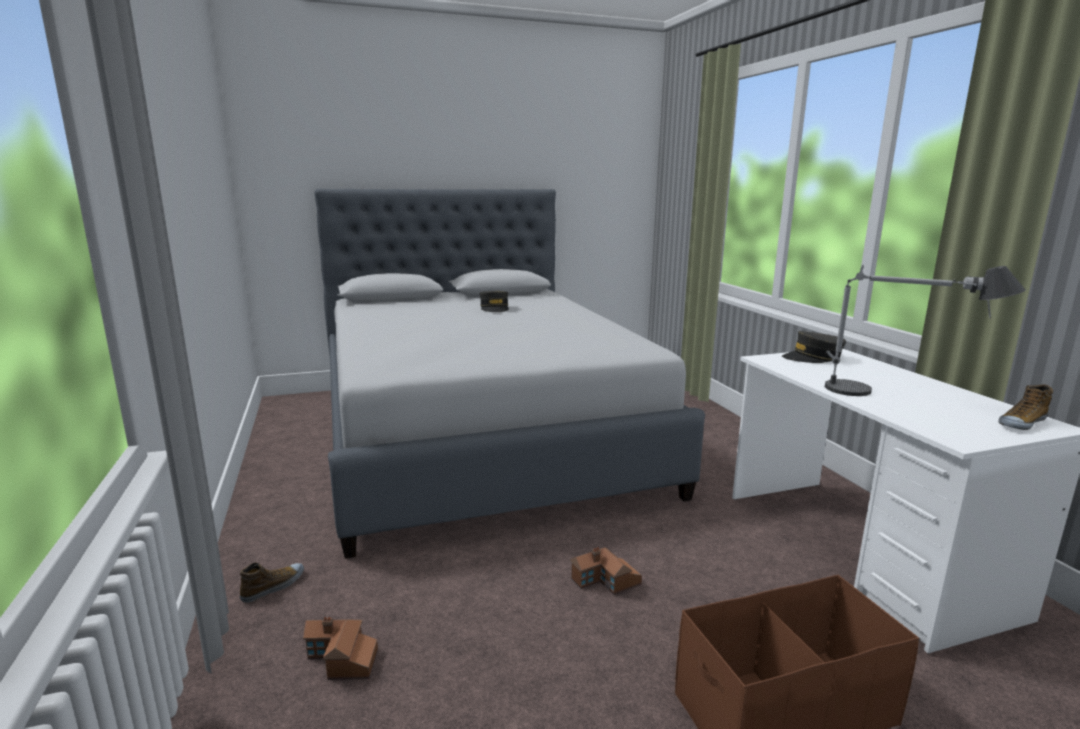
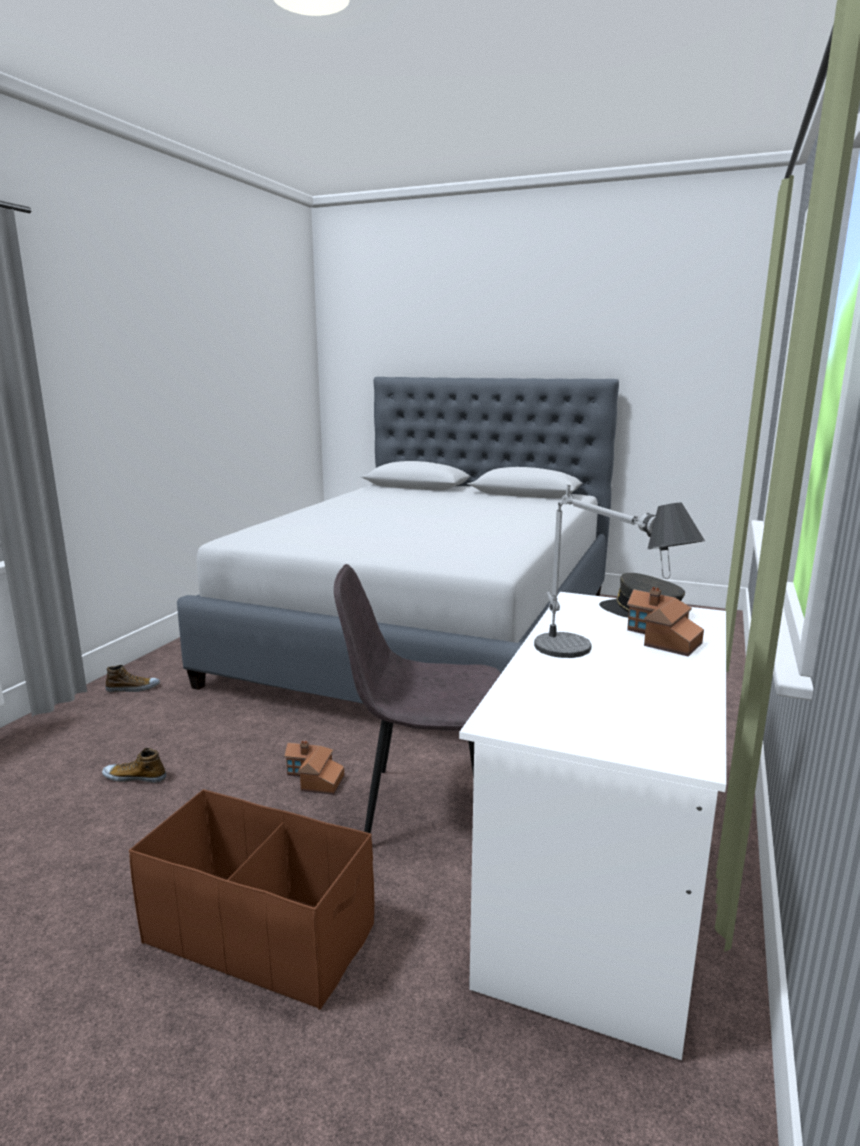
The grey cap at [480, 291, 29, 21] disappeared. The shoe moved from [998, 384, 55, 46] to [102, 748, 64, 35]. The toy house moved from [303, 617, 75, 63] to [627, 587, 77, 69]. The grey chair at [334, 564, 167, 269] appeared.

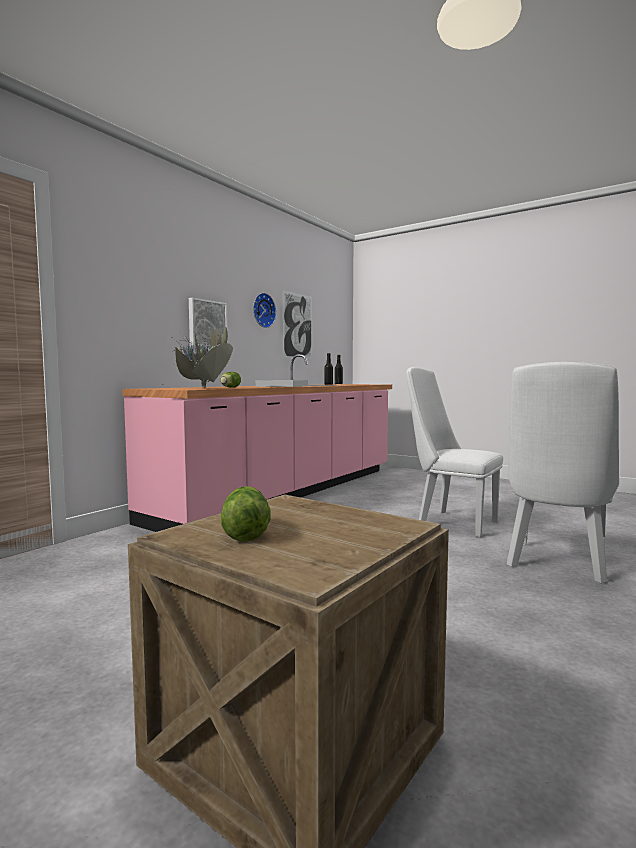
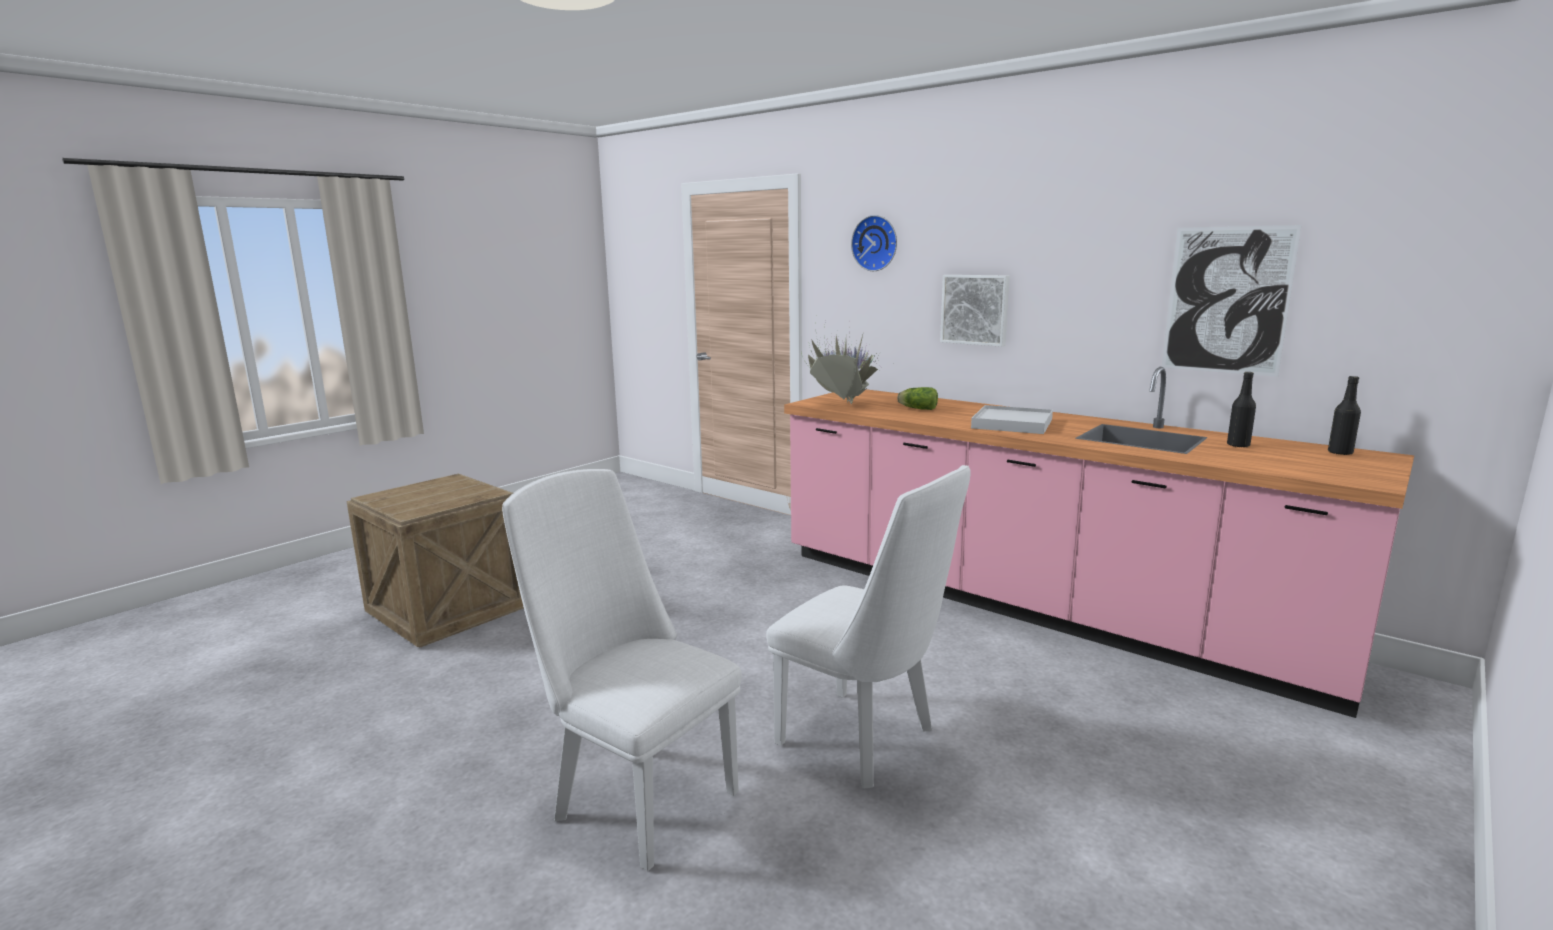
The wall clock moved from [253, 293, 23, 35] to [851, 215, 46, 56]. The white chair at [406, 367, 97, 170] turned 90 degrees clockwise. The lettuce at [221, 486, 50, 56] disappeared.

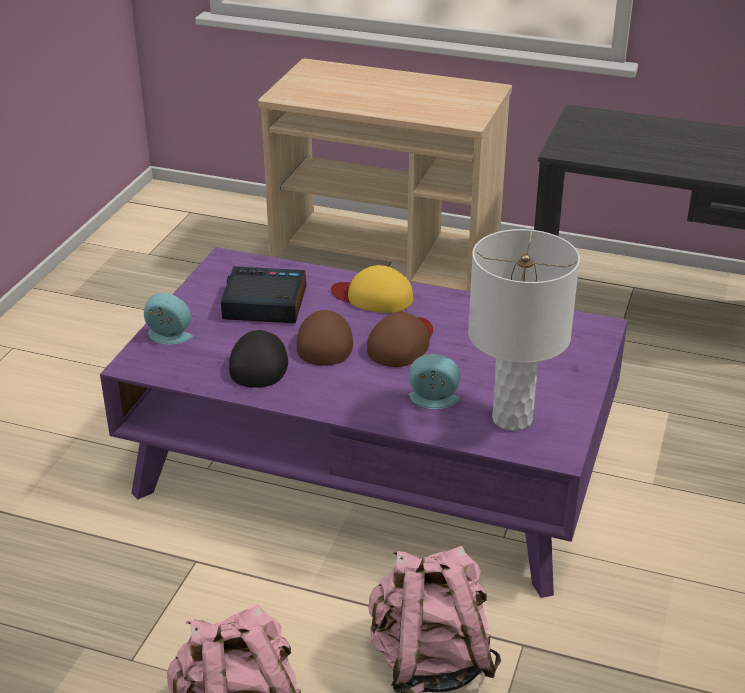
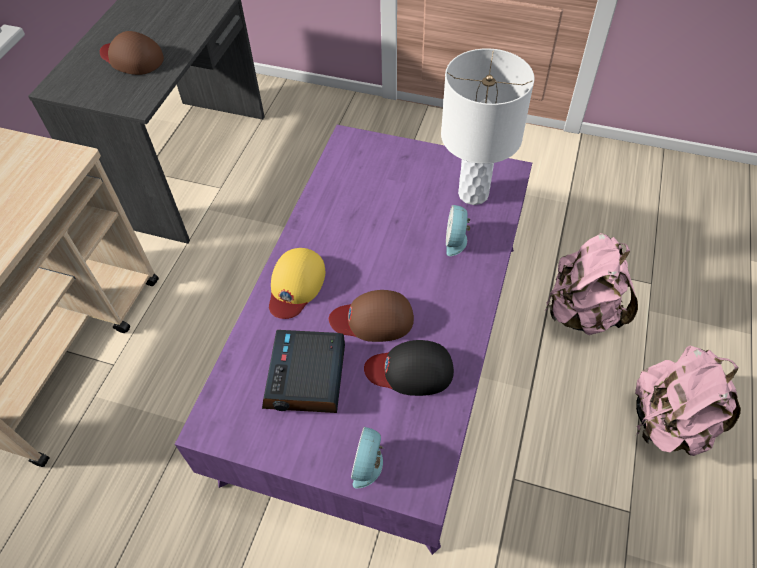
The brown cap moved from [367, 312, 66, 55] to [100, 31, 64, 44].

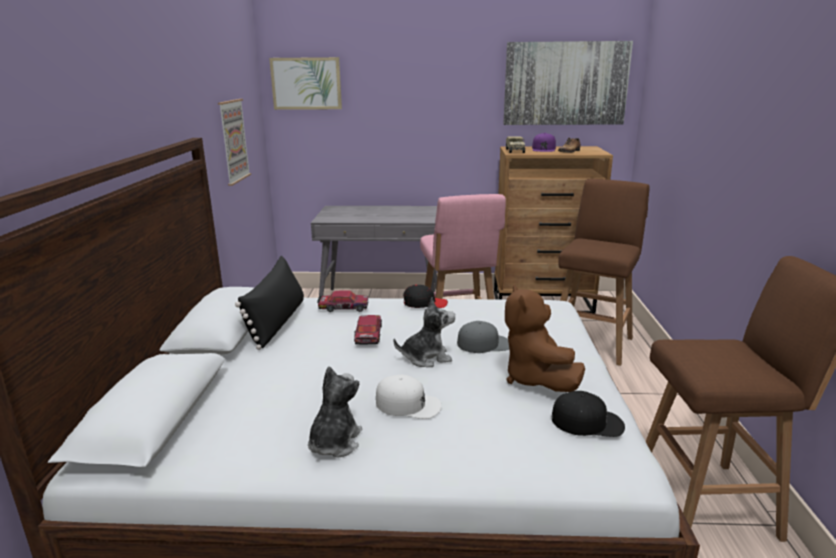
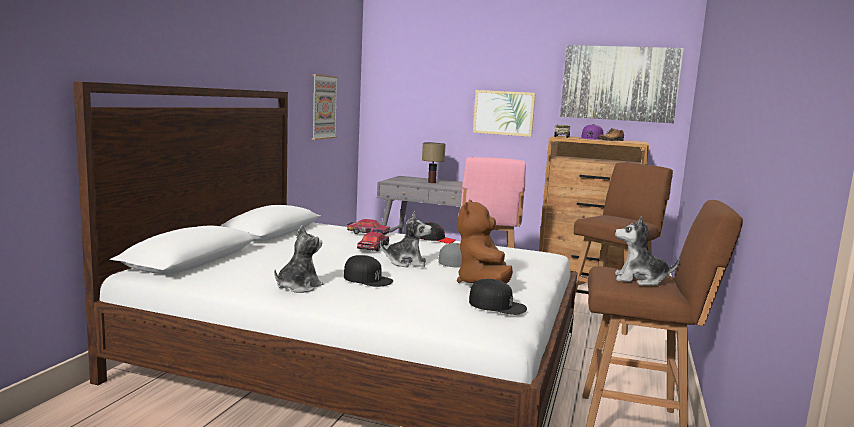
The picture moved from [269, 57, 73, 53] to [473, 90, 63, 47]. The black pillow at [235, 256, 69, 94] disappeared. The white cap at [376, 375, 66, 44] became the black cap at [344, 255, 49, 32]. The table lamp at [422, 142, 24, 41] appeared. The plush toy at [615, 216, 65, 70] appeared.

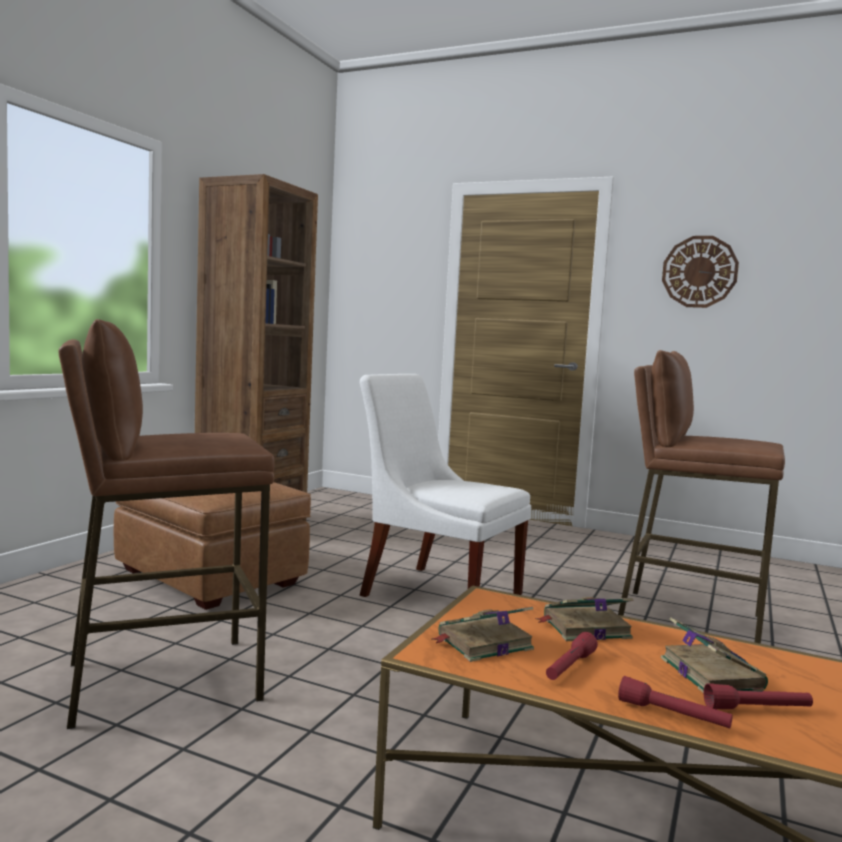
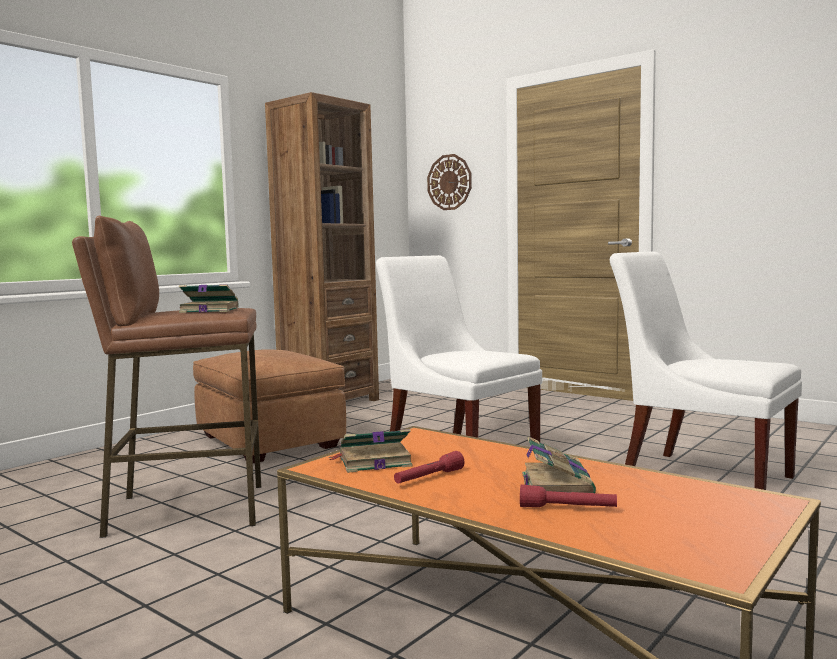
The wall clock moved from [662, 236, 77, 72] to [427, 154, 45, 56]. The brown stool at [618, 350, 167, 294] was replaced by the white chair at [610, 251, 192, 239]. The book moved from [535, 597, 98, 44] to [179, 284, 59, 29]. The red flashlight at [618, 676, 115, 52] disappeared.

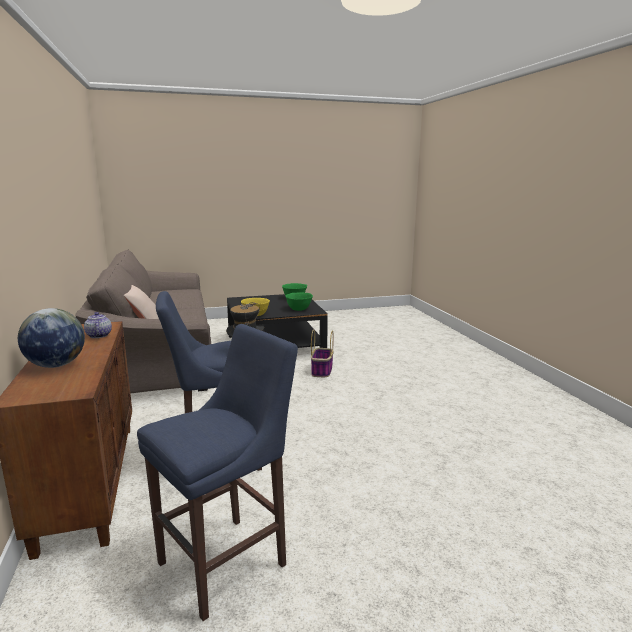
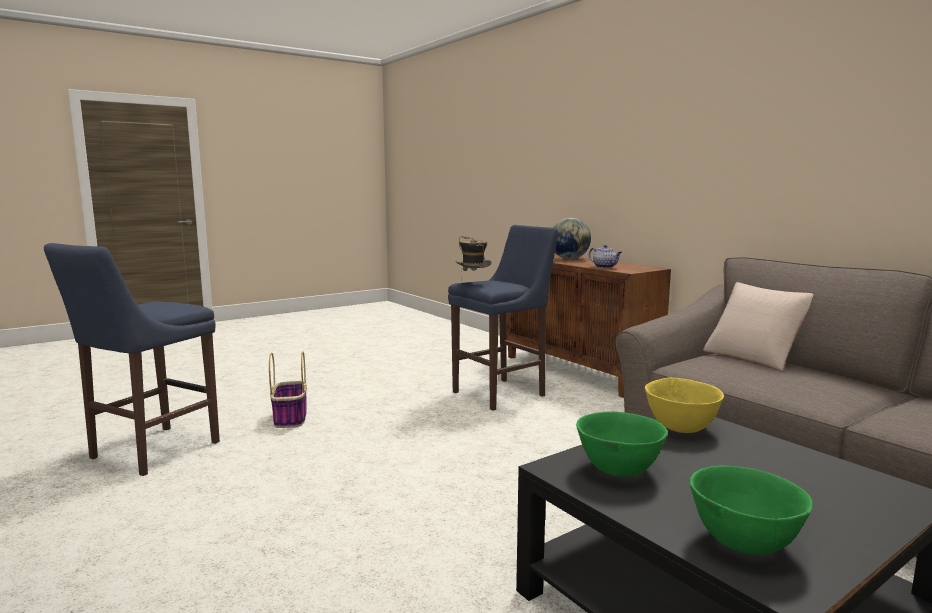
The blue stool moved from [137, 324, 161, 297] to [44, 243, 176, 233]. The basket moved from [311, 329, 23, 48] to [269, 351, 38, 77].

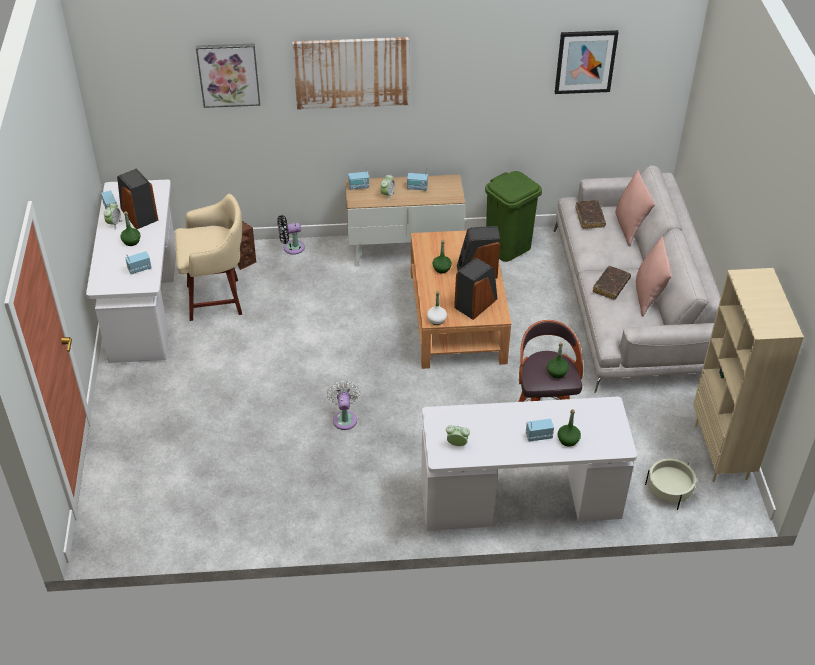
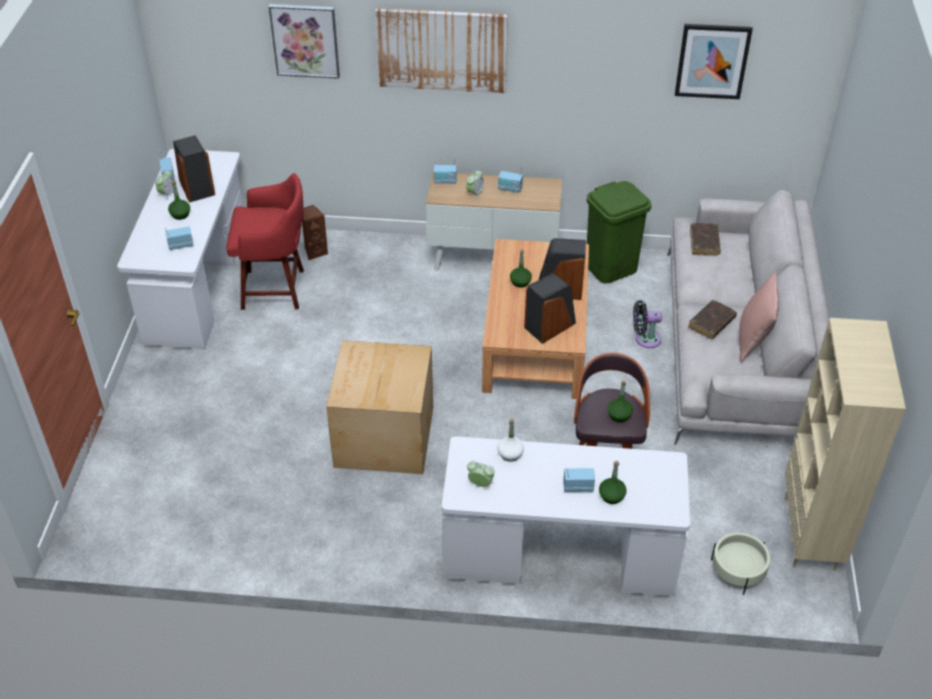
The pink pillow at [615, 169, 40, 77] disappeared. The beige stool at [175, 194, 67, 127] became the red stool at [226, 173, 78, 137]. The black fan moved from [277, 215, 28, 40] to [633, 300, 29, 48]. The white bottle moved from [427, 291, 20, 34] to [497, 419, 27, 43]. The white fan at [327, 381, 33, 49] was replaced by the cardboard box at [326, 340, 107, 134].

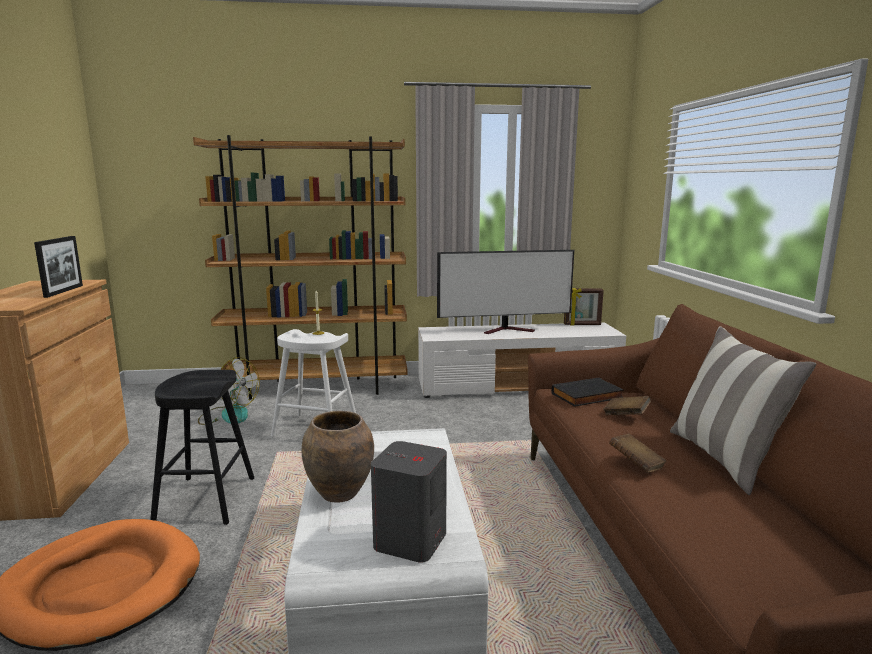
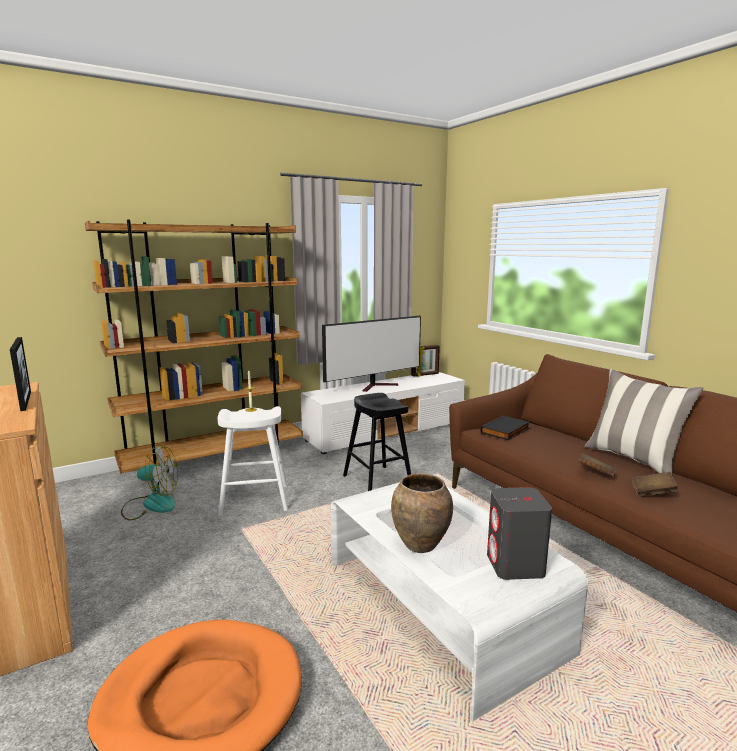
The black stool moved from [150, 370, 104, 155] to [343, 393, 68, 98]. The brown book moved from [603, 396, 48, 19] to [631, 472, 48, 25].

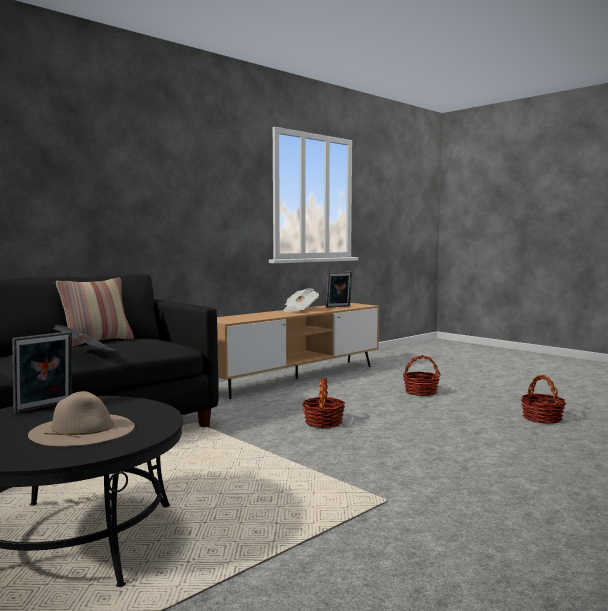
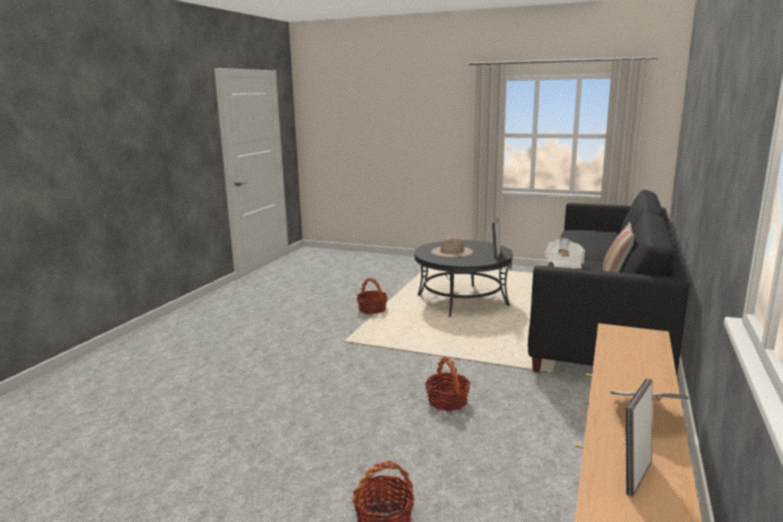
The basket moved from [521, 375, 45, 49] to [357, 278, 31, 36].

